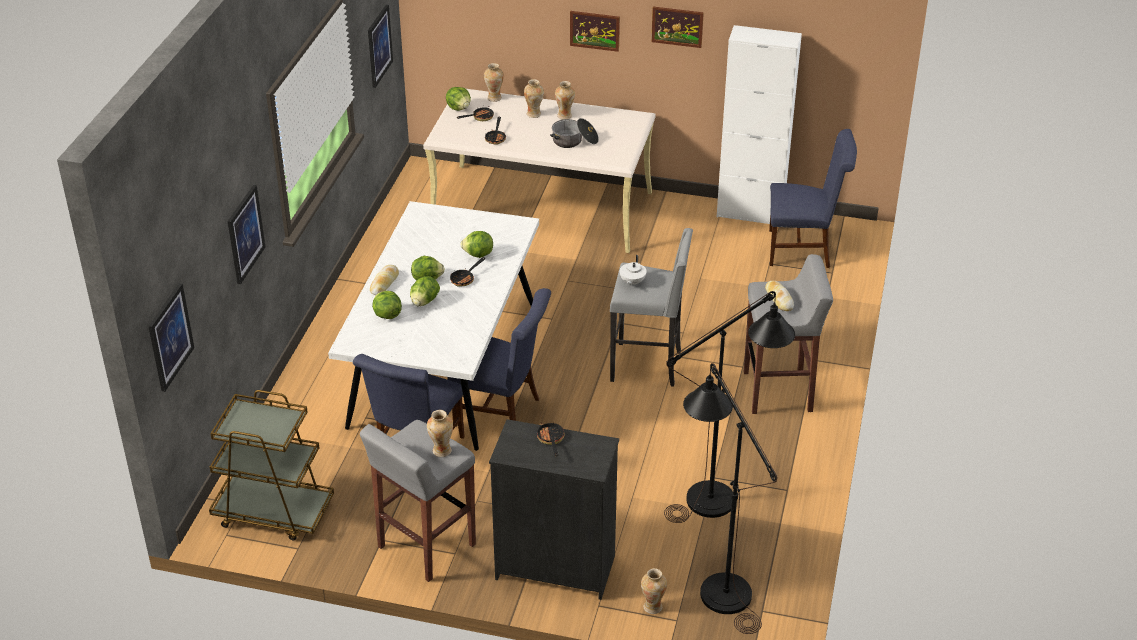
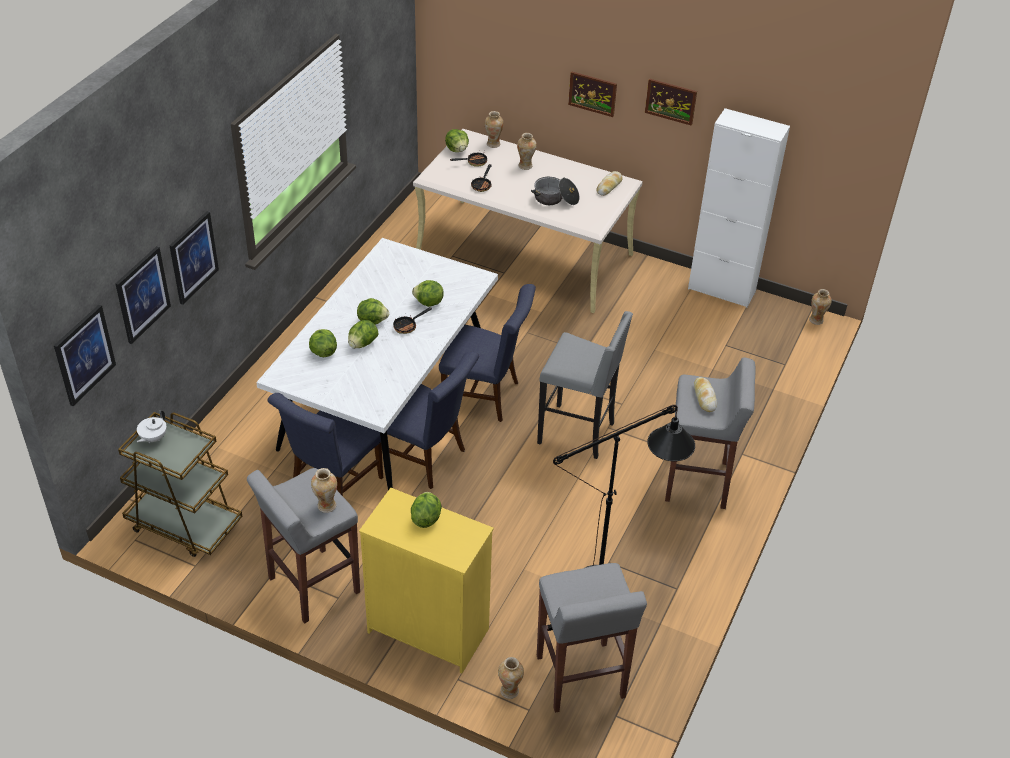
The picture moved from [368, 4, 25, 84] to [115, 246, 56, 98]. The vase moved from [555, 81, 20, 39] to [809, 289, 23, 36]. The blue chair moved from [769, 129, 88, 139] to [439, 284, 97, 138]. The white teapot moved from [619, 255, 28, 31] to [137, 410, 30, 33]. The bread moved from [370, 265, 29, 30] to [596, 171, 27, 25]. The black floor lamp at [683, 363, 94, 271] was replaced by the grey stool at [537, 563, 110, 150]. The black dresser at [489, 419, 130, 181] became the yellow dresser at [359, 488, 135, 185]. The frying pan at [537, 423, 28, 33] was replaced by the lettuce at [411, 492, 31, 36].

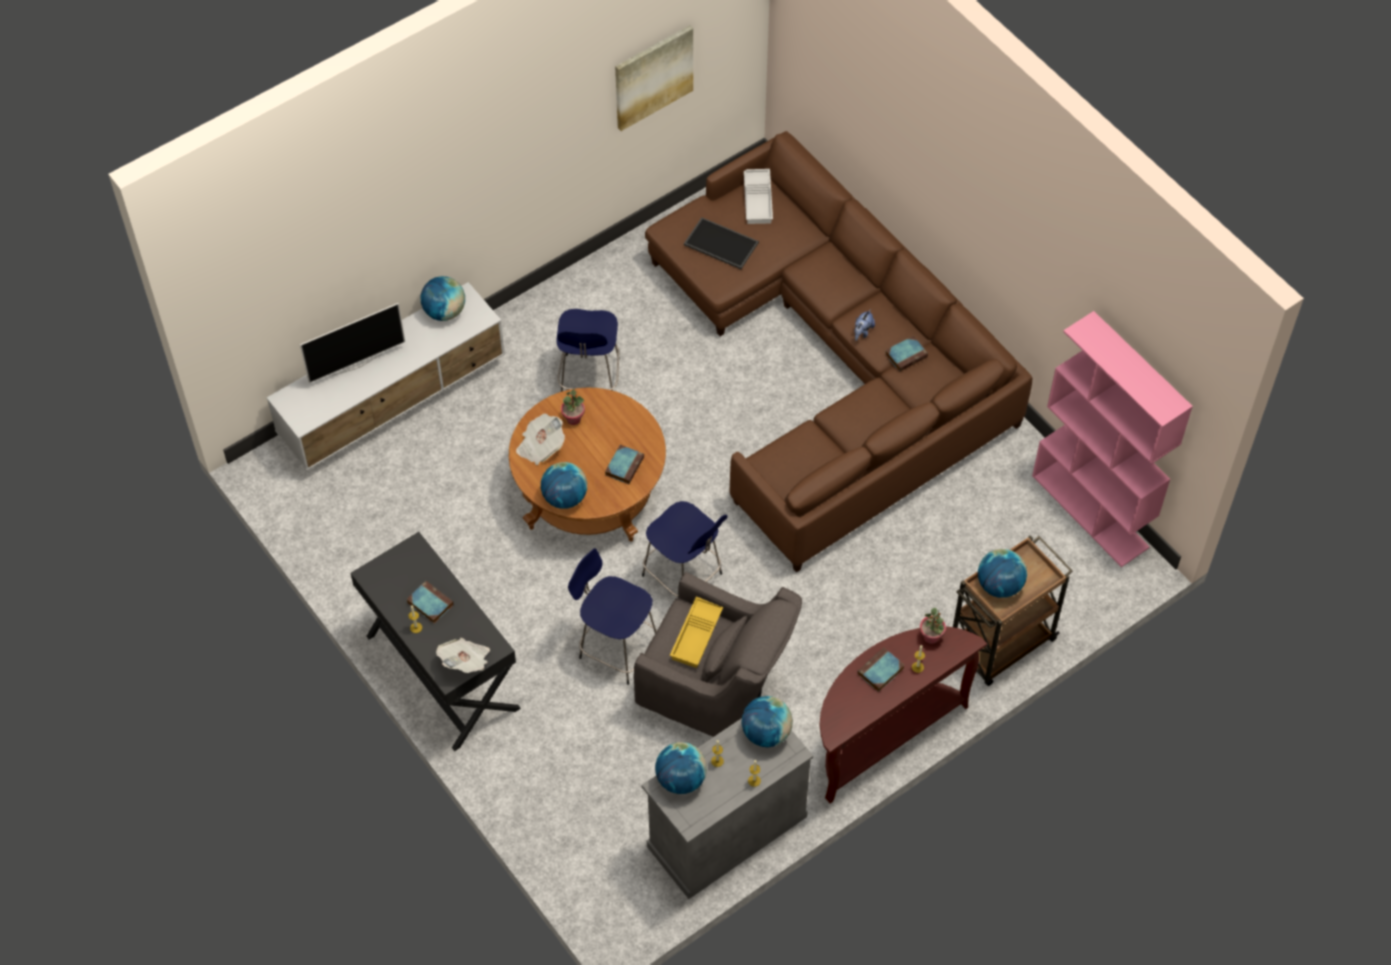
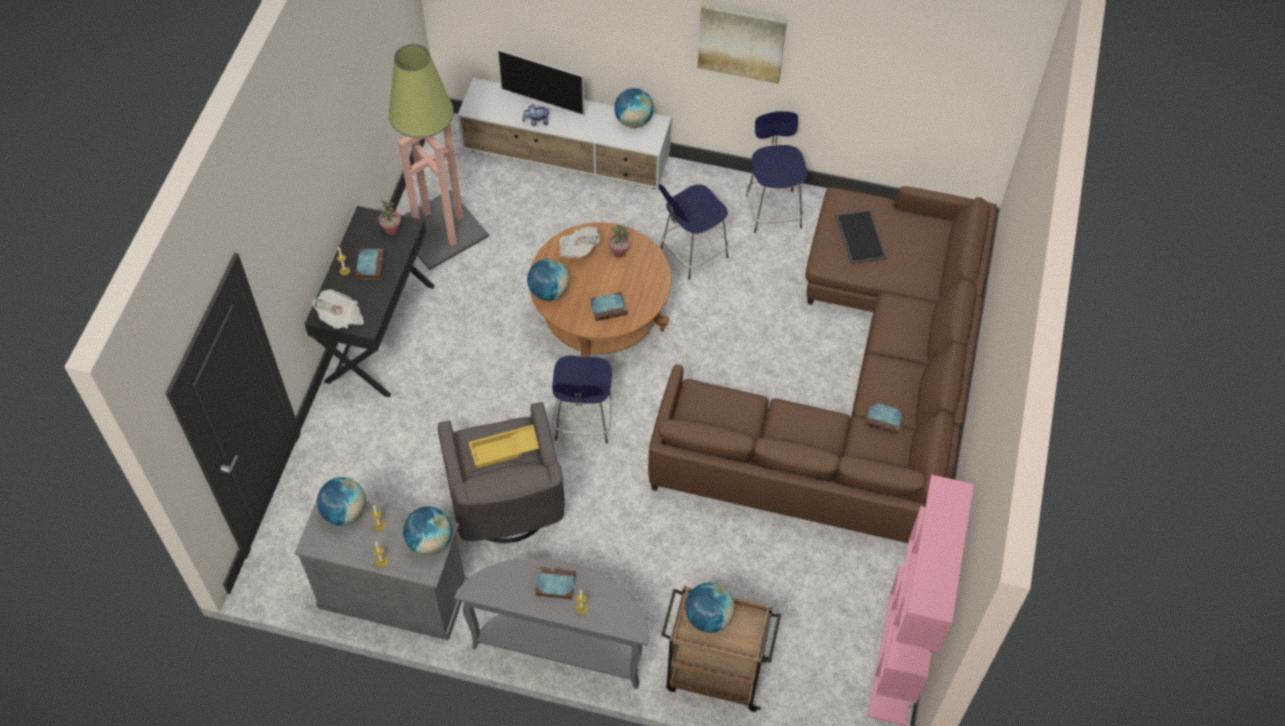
The picture moved from [615, 25, 78, 106] to [698, 4, 89, 80]. The white tray at [744, 169, 29, 55] disappeared. The plush toy moved from [854, 309, 21, 32] to [522, 104, 28, 22]. The blue stool moved from [568, 548, 89, 137] to [746, 111, 62, 122]. The potted plant moved from [920, 608, 26, 36] to [378, 200, 23, 35]. The brown console table at [820, 626, 167, 178] became the grey console table at [454, 558, 196, 131]. The floor lamp at [389, 44, 100, 226] appeared.

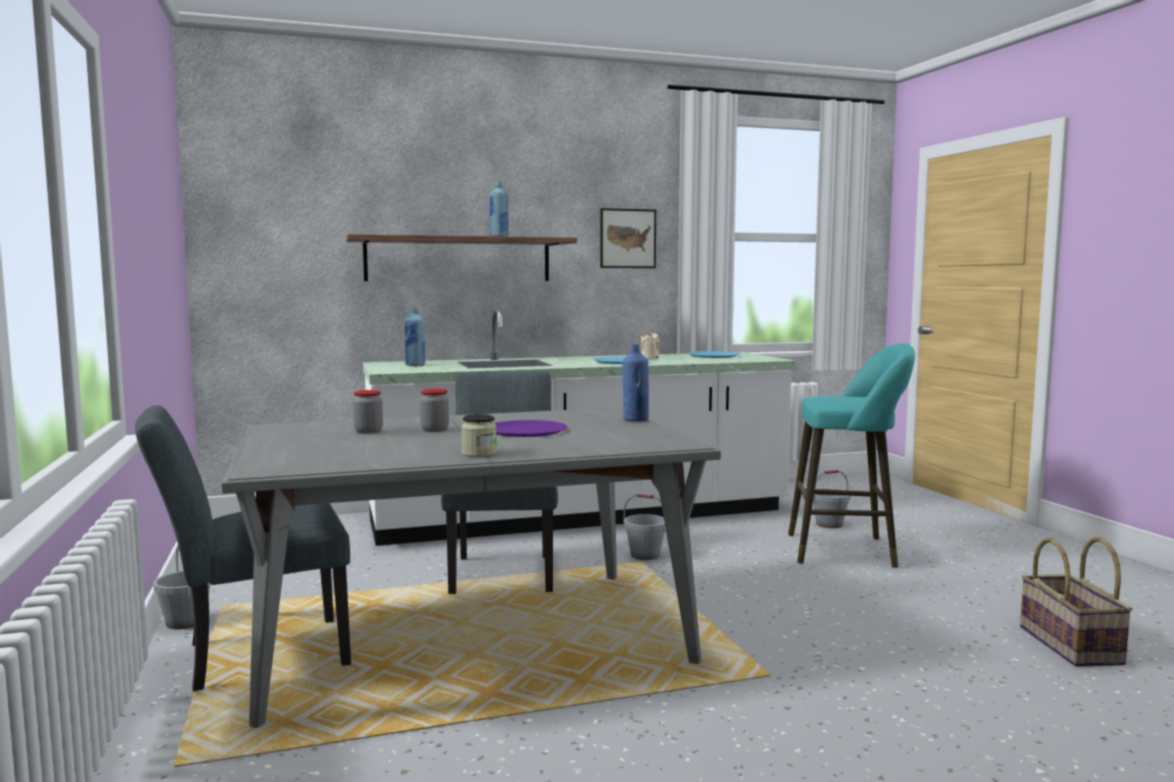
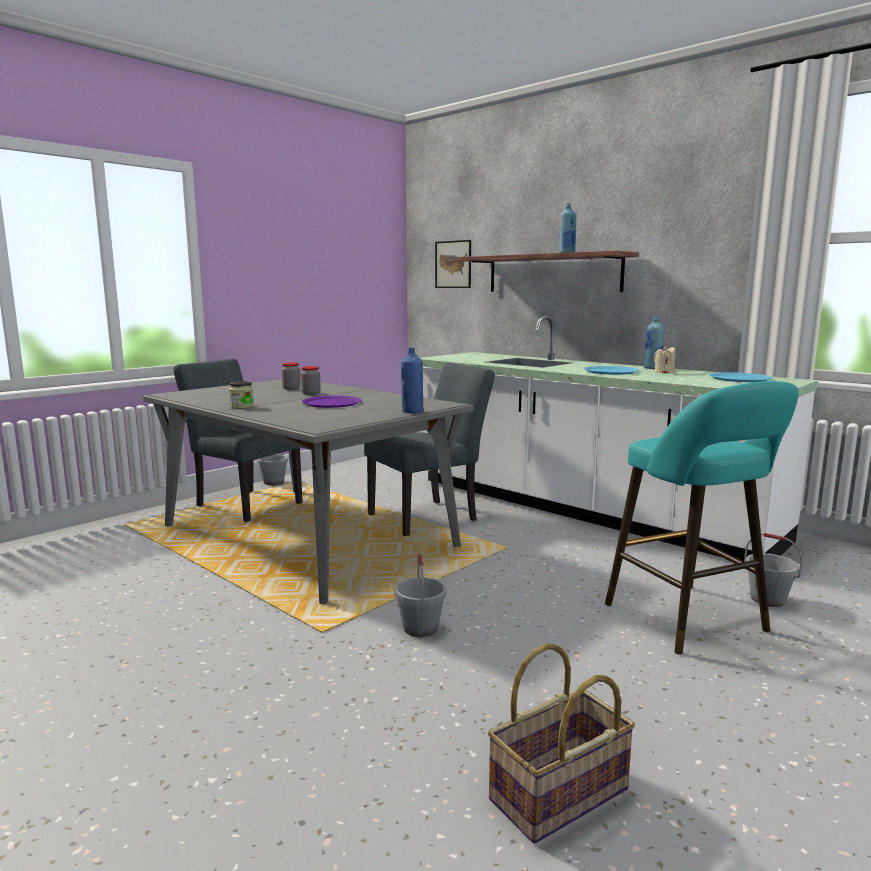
The picture moved from [600, 208, 56, 60] to [435, 240, 36, 48]. The blue bottle moved from [405, 307, 20, 59] to [644, 316, 21, 53]. The grey bucket moved from [624, 494, 42, 66] to [395, 554, 52, 83].

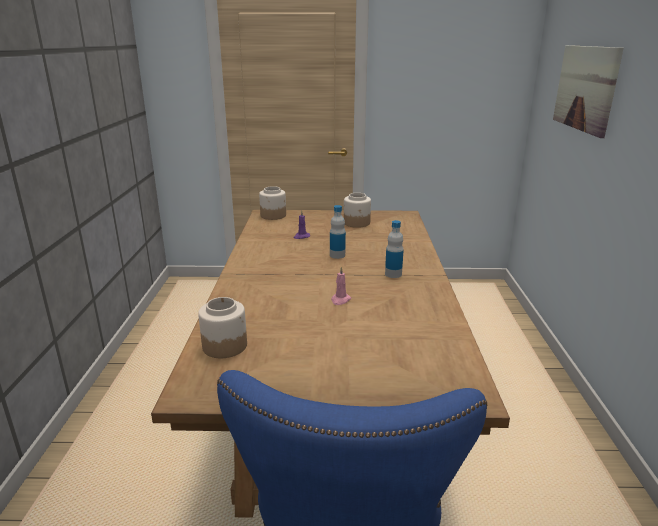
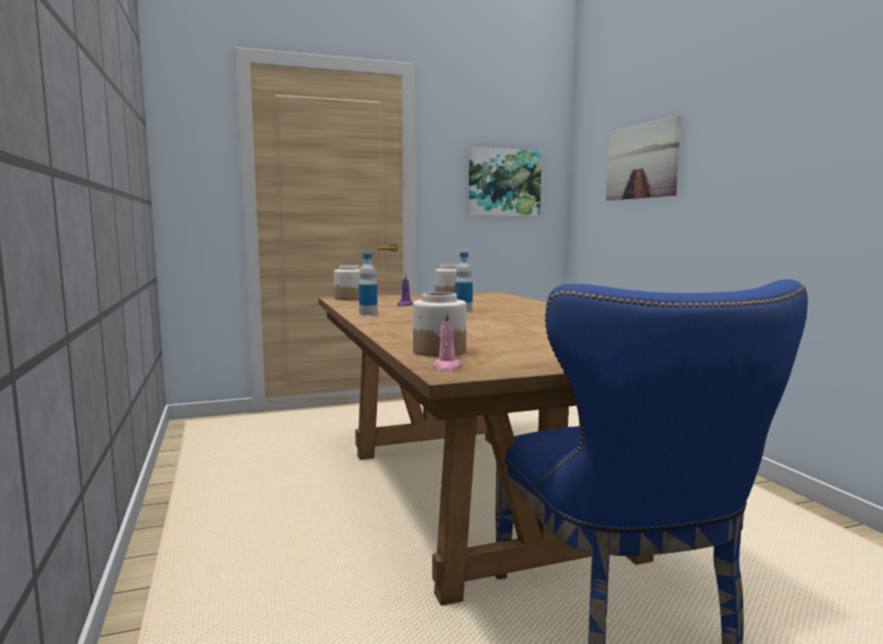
The bottle moved from [385, 220, 19, 58] to [359, 253, 19, 62]. The pink candle moved from [331, 267, 20, 38] to [433, 310, 29, 61]. The picture at [469, 147, 73, 69] appeared.

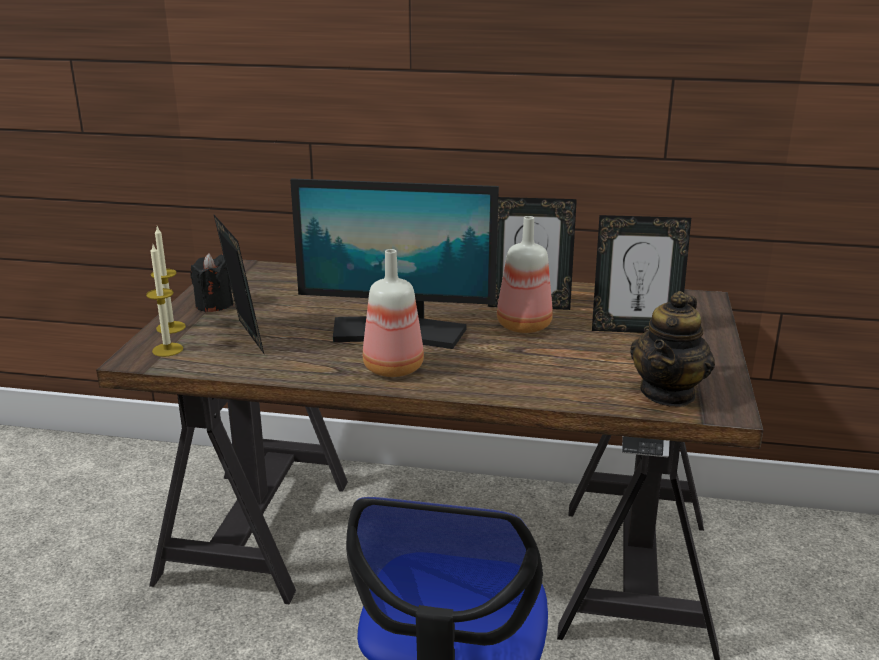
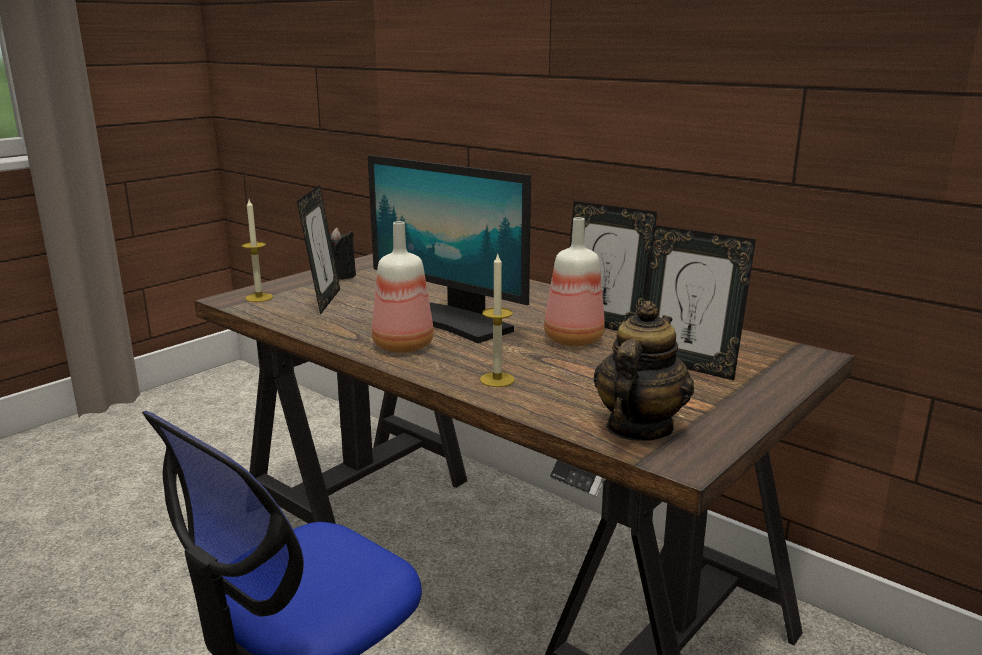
The candle moved from [151, 227, 35, 107] to [480, 252, 35, 135]. The teapot at [630, 291, 85, 116] turned 150 degrees clockwise.

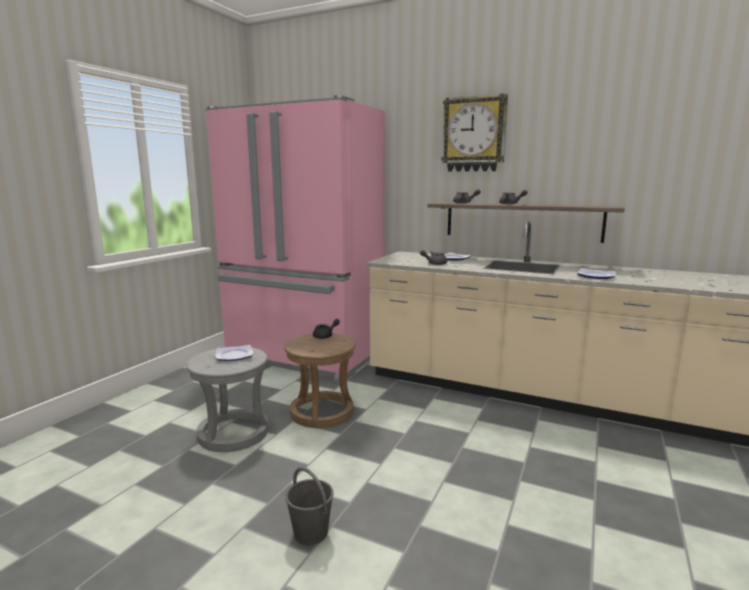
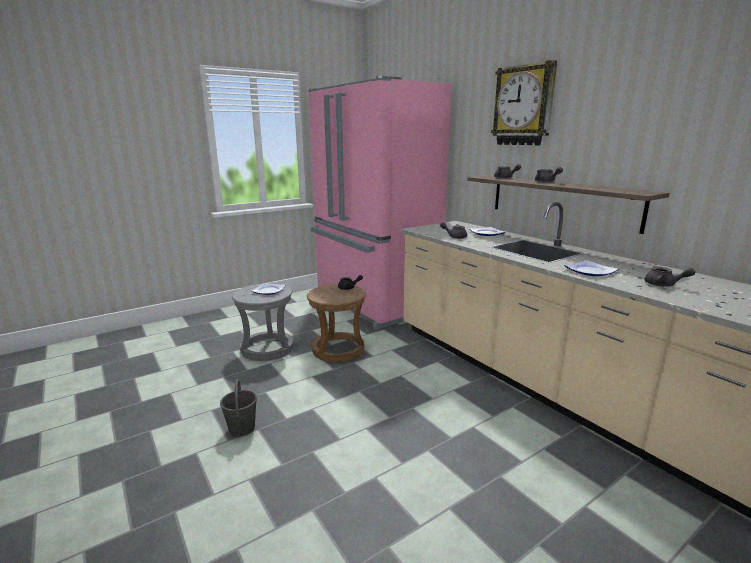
The grey teapot at [645, 267, 50, 20] appeared.

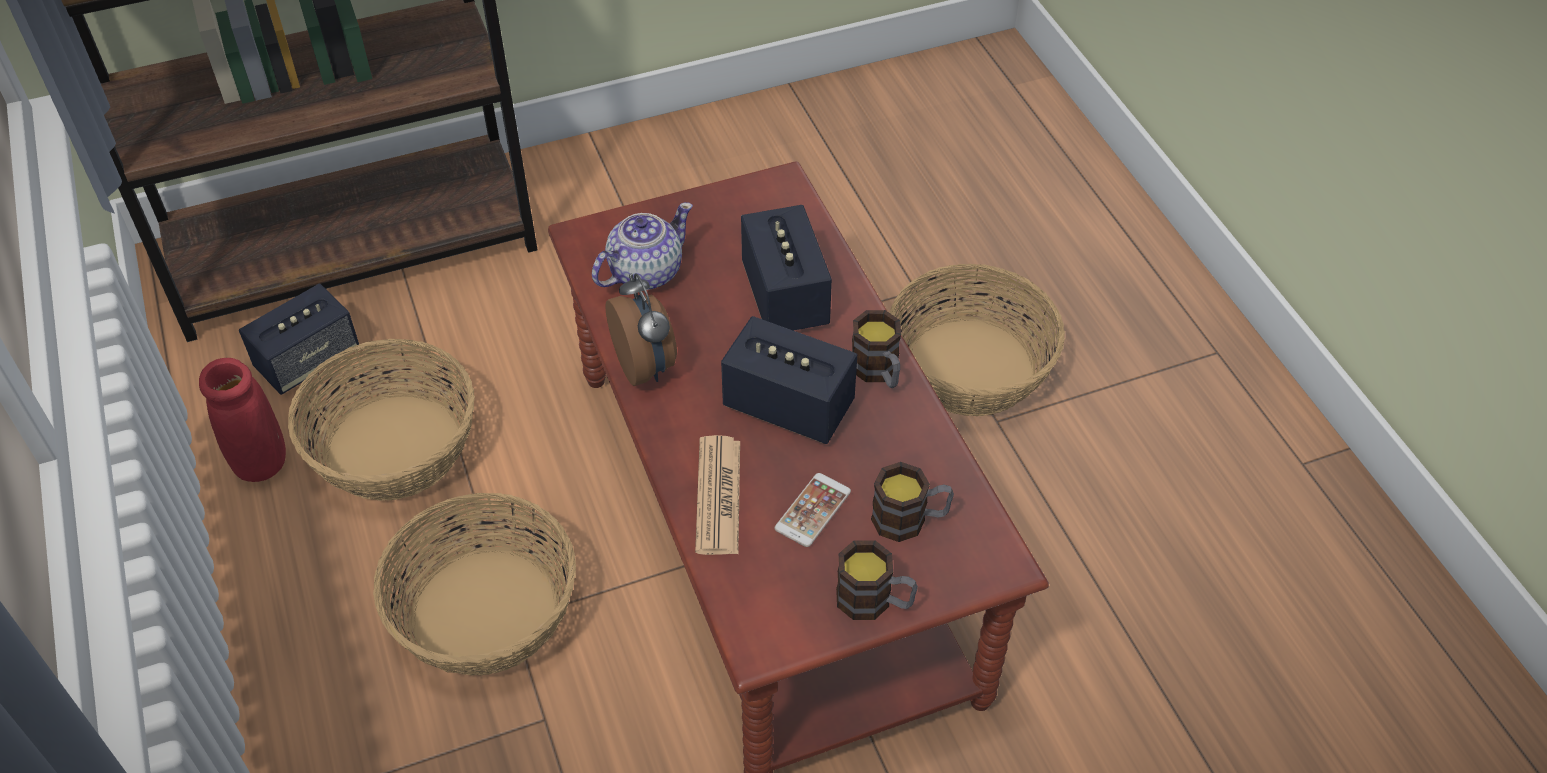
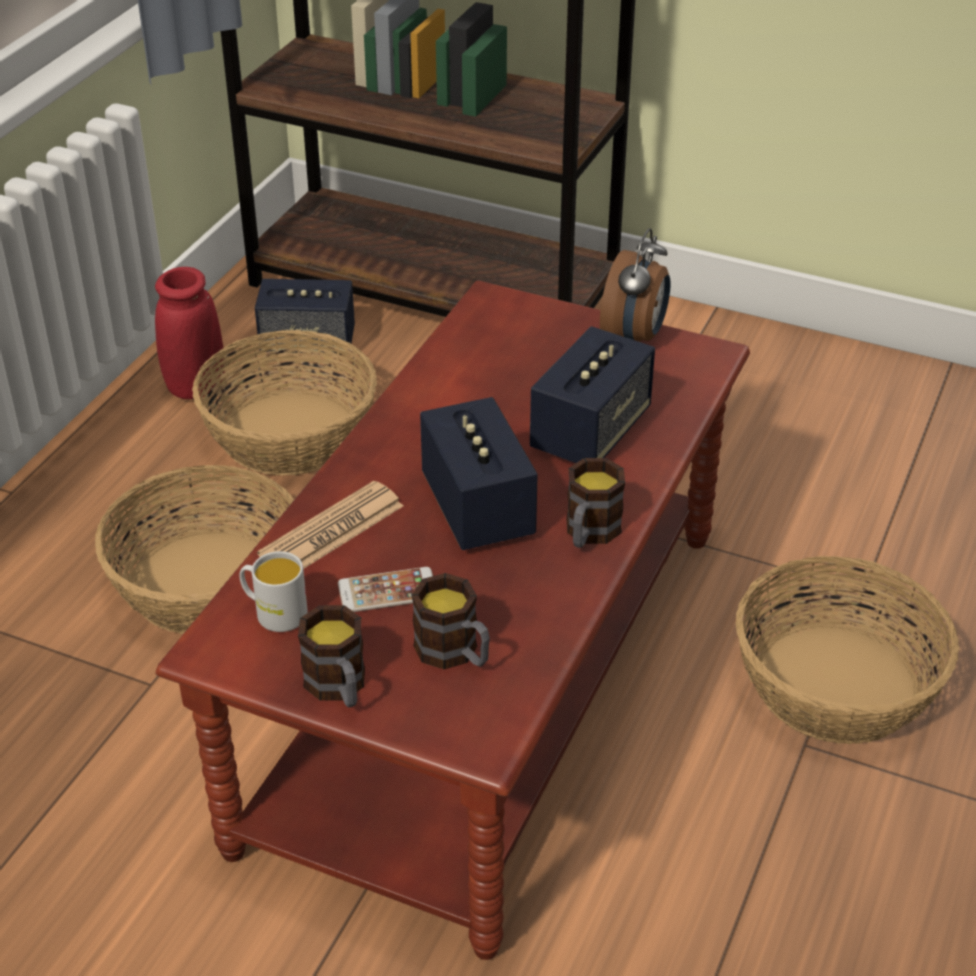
The teapot at [592, 202, 101, 88] disappeared. The alarm clock moved from [605, 273, 72, 113] to [600, 228, 71, 114]. The white mug at [239, 551, 69, 81] appeared.

